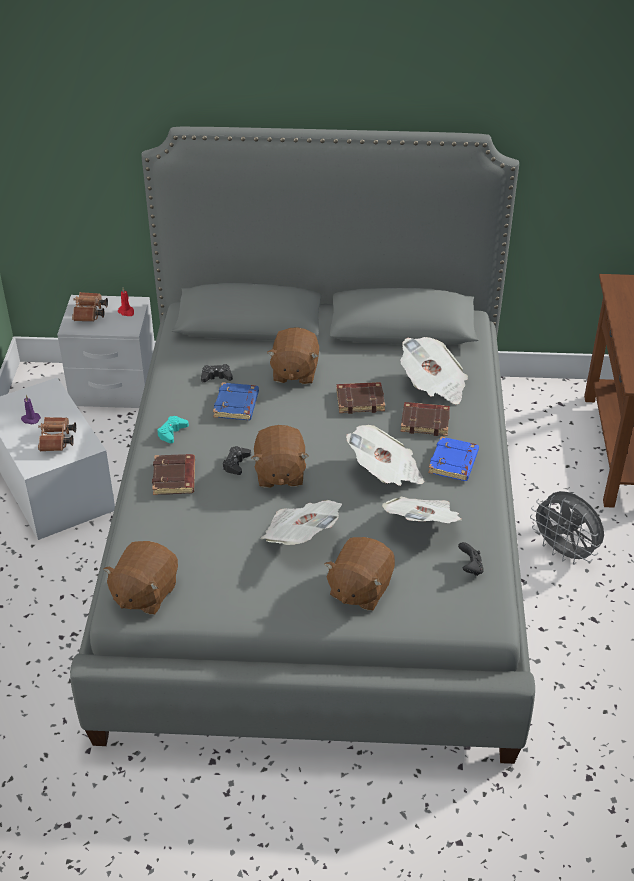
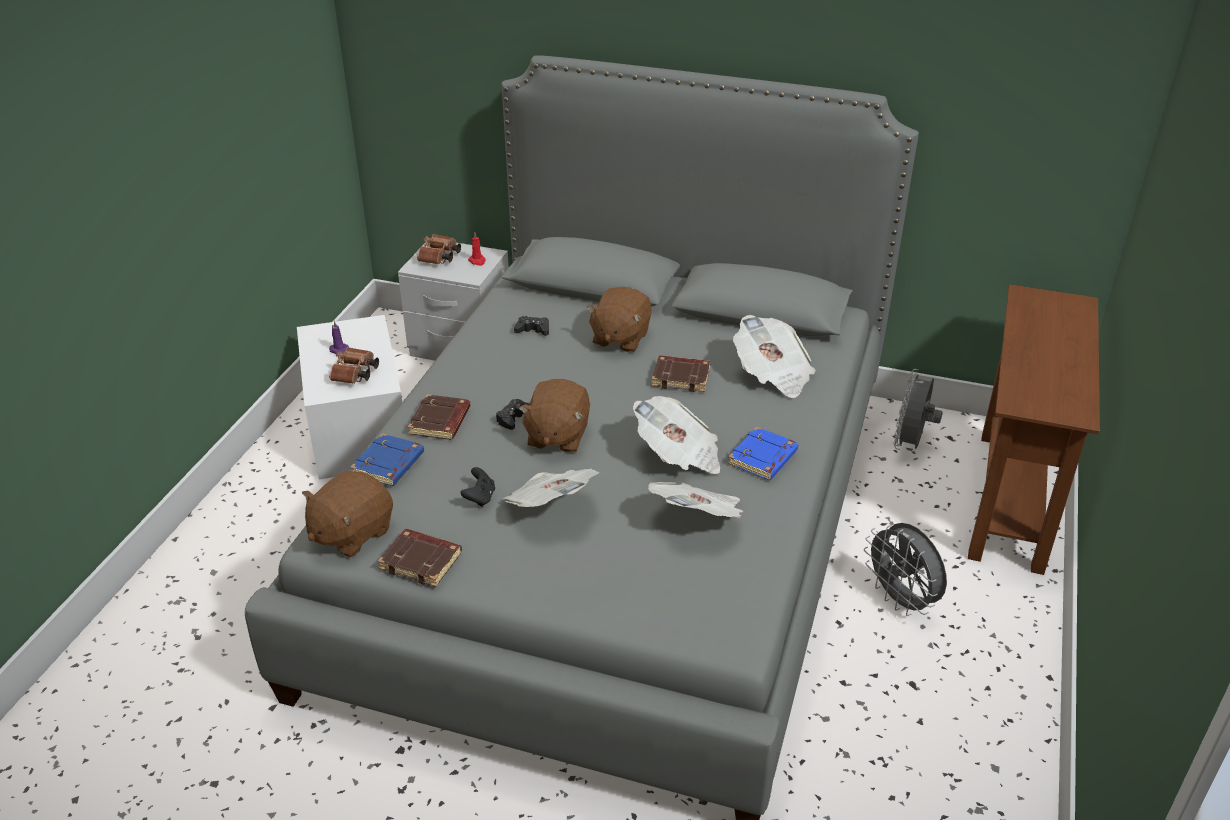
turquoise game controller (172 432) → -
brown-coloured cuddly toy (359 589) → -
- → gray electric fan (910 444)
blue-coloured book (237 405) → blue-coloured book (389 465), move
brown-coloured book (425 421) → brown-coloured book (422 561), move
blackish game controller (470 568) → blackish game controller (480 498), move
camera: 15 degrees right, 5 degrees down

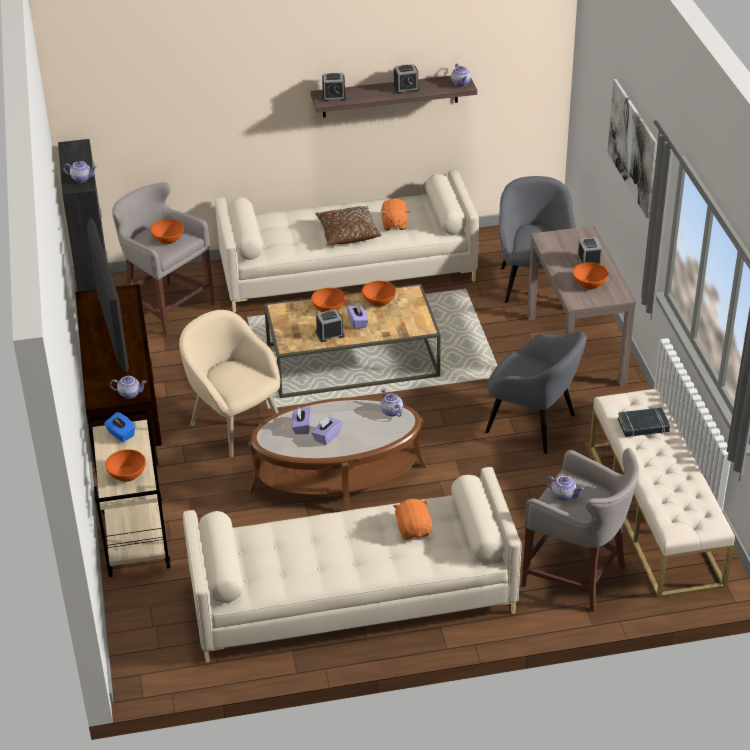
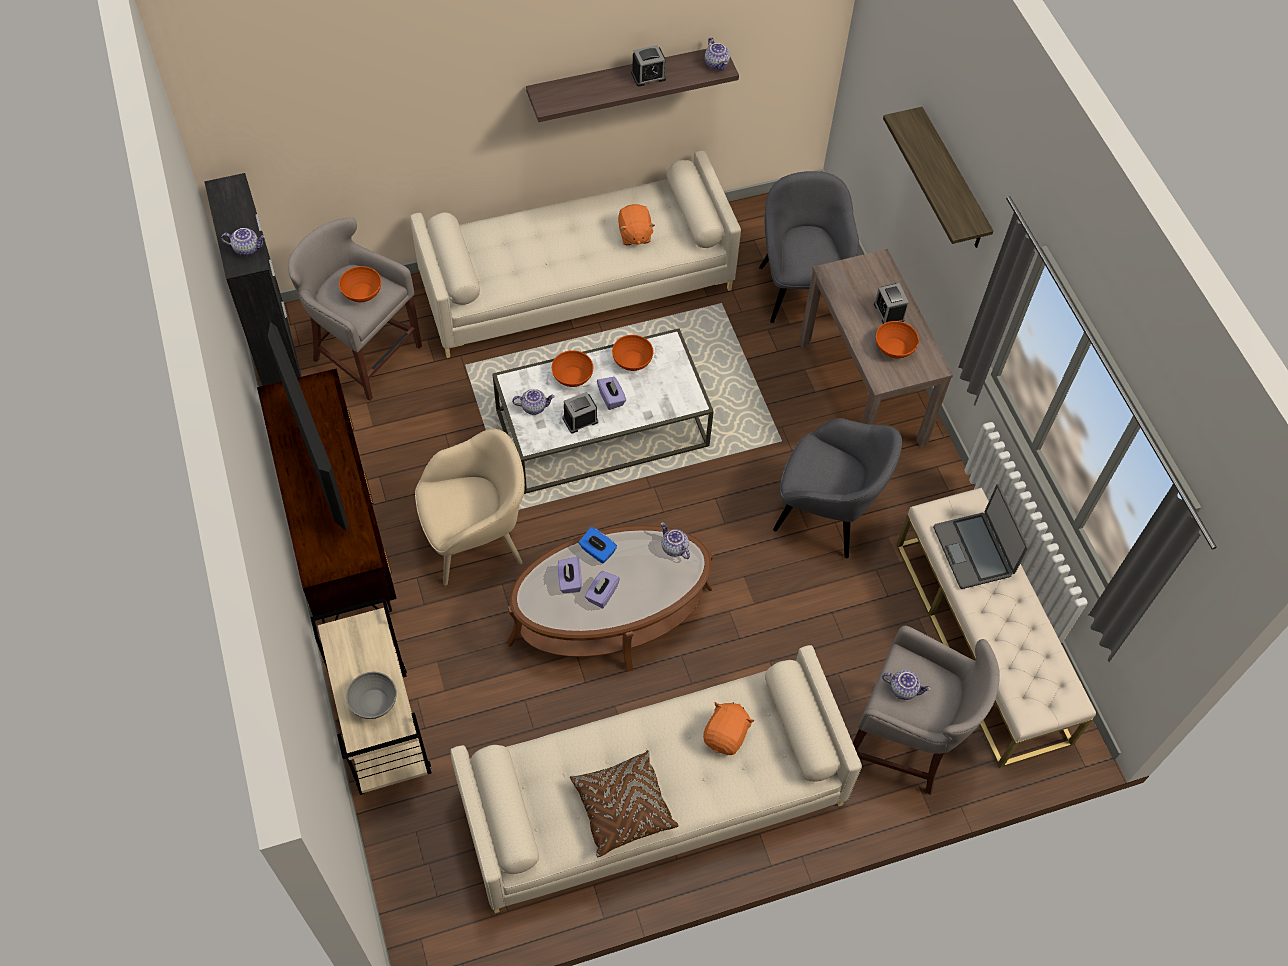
bedside clock (334 96) → -
blue-coloured tissue box (120 434) → blue-coloured tissue box (597 551), move
tea pot (130 393) → tea pot (534 406), move
brown-coloured pillow (348 233) → brown-coloured pillow (622 807), move
wall art (632 147) → wall shelf (952 181)
blackish book (643 426) → portable computer (973 551)
orange-coloured serving bowl (127 474) → gray serving bowl (374 702)
brown-coloured lounge table (352 360) → white-coloured lounge table (602 427)
sand-coloured armchair (235 424) → sand-coloured armchair (476 539), 120 degrees clockwise
orange-coloured cuddly toy (414 530) → orange-coloured cuddly toy (726 735), 45 degrees clockwise
camera: 10 degrees left, 20 degrees up

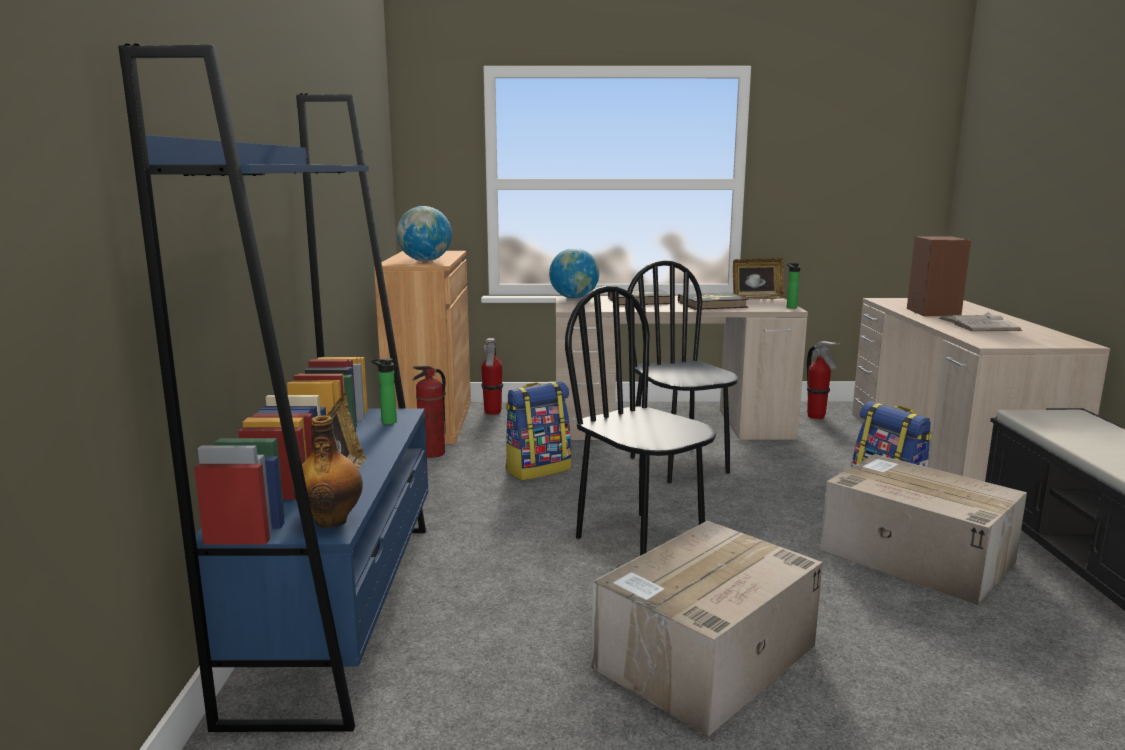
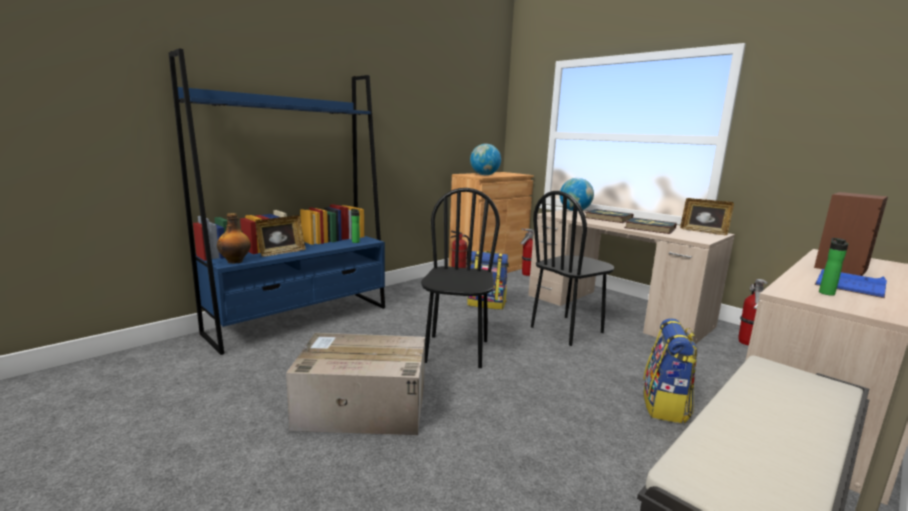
carton (913 555) → -
drink bottle (790 307) → drink bottle (826 292), move
white-coloured book (978 324) → blue-coloured book (850 284)
blackish chair (679 465) → blackish chair (567 330), 150 degrees counterclockwise
camera: 45 degrees right, 0 degrees up

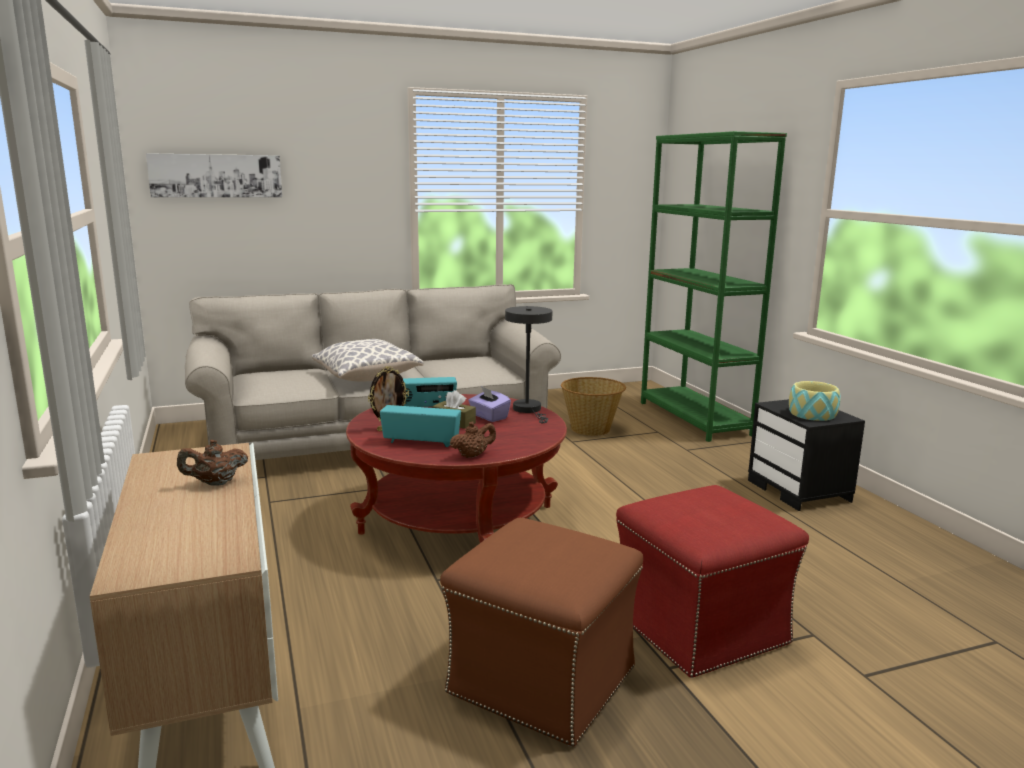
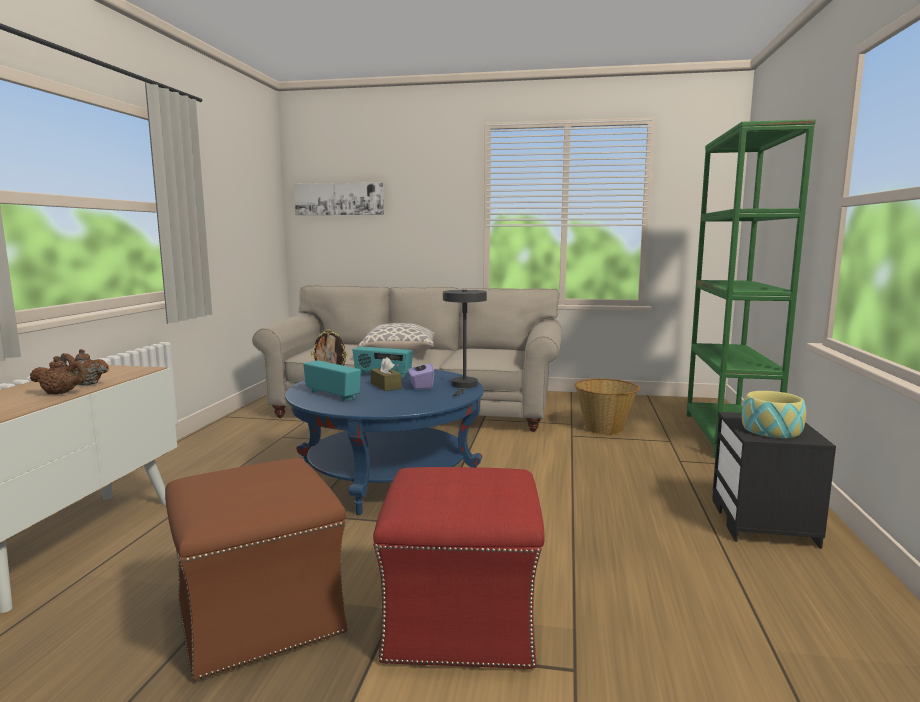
brown-coloured tea pot (472 455) → brown-coloured tea pot (61 393), move
reddish lounge table (458 519) → blue-coloured lounge table (388 475)
camera: 30 degrees right, 5 degrees down

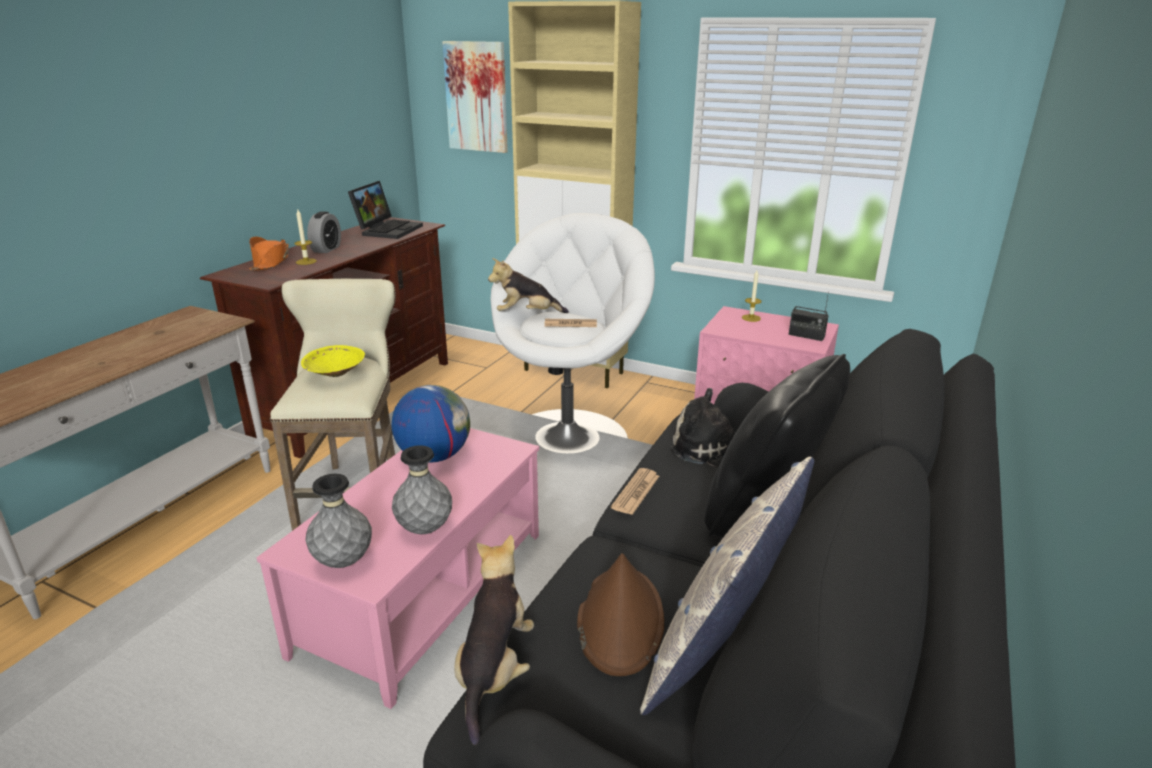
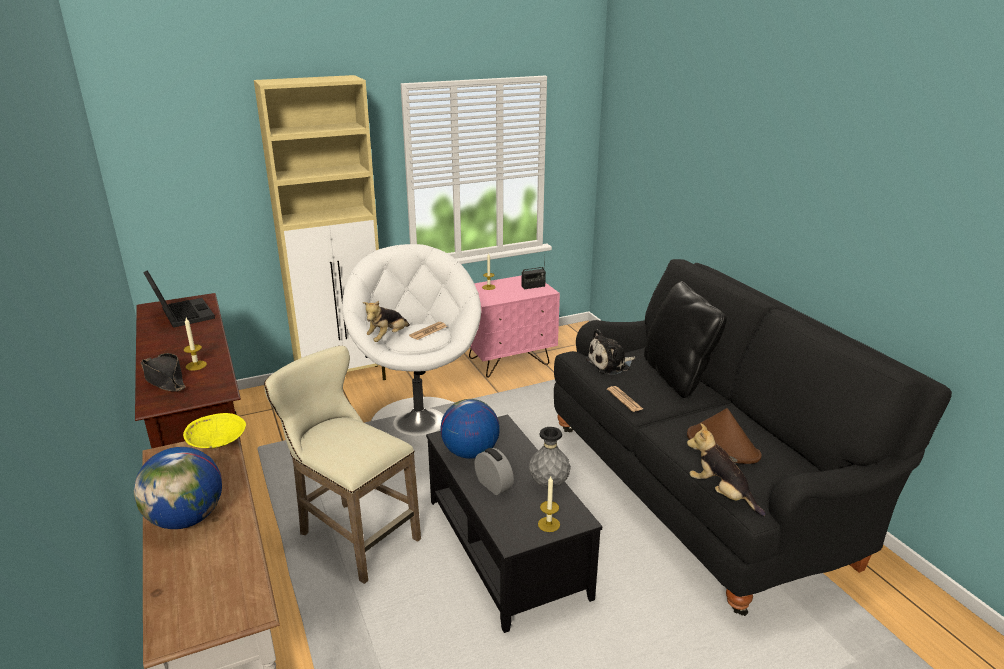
wall art (477 97) → -
pillow (718 657) → -
- → desk globe (187 519)
yellowish serving bowl (335 374) → yellowish serving bowl (218 444), move
bedside clock (326 249) → bedside clock (493 485), move
gray decorative vase (343 561) → wax candle (549 524)
orange-coloured clothing hat (270 262) → blackish clothing hat (164 379)
pink-coloured lounge table (426 593) → blackish lounge table (507 547)
camera: 50 degrees left, 0 degrees up

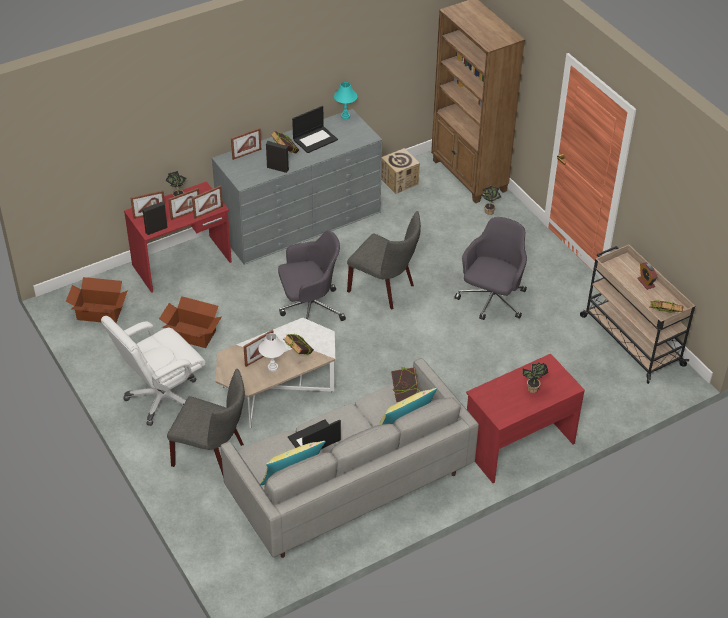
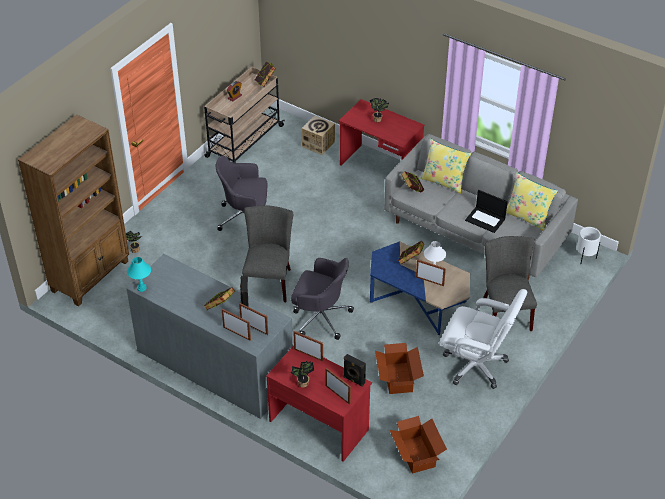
portable computer (315 139) → -
- → white-coloured plant pot (585 258)
standing frame (185 214) → standing frame (254 328), move
carton (399 181) → carton (318 144), move
white-coloured lounge table (278 389) → blue-coloured lounge table (418 302)
gray office chair (309 308) → gray office chair (320 317), 150 degrees clockwise
camera: 115 degrees left, 0 degrees up

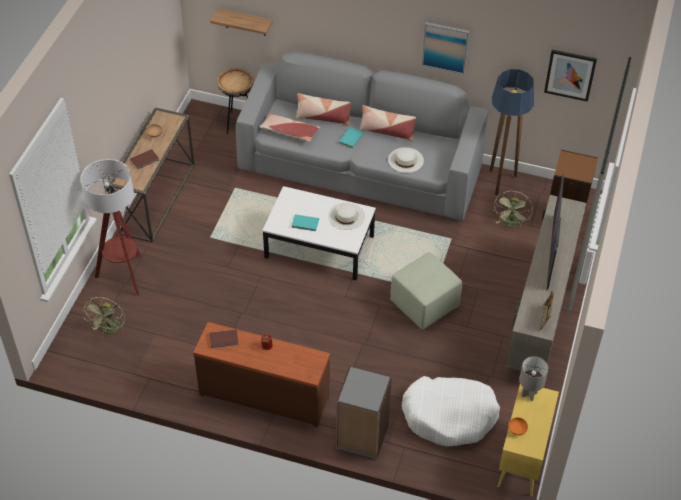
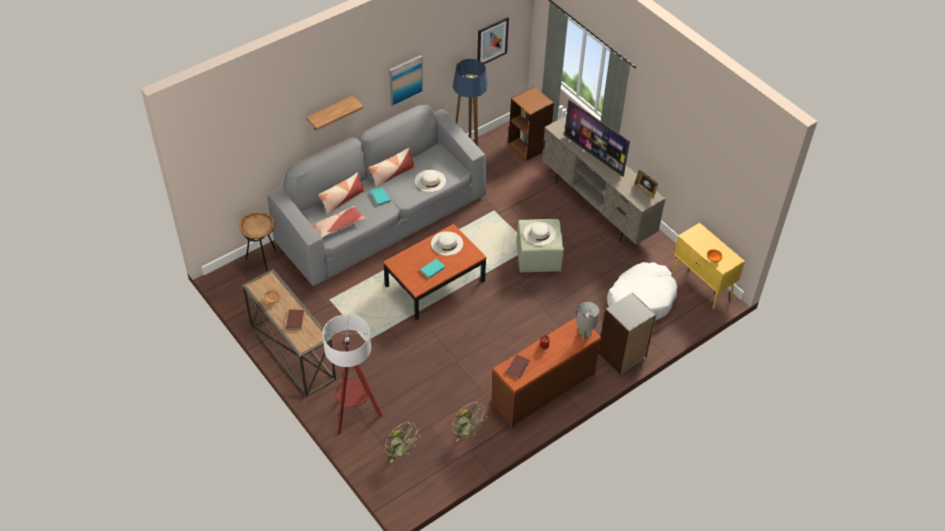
- → white-coloured clothing hat (539 233)
wall shelf (245 22) → wall shelf (330 113), move
green electric fan (511 224) → green electric fan (467 432), move
gray tabletop lamp (528 394) → gray tabletop lamp (584 334), move
white-coloured lounge table (319 246) → brown-coloured lounge table (435 283)
camera: 55 degrees left, 0 degrees up

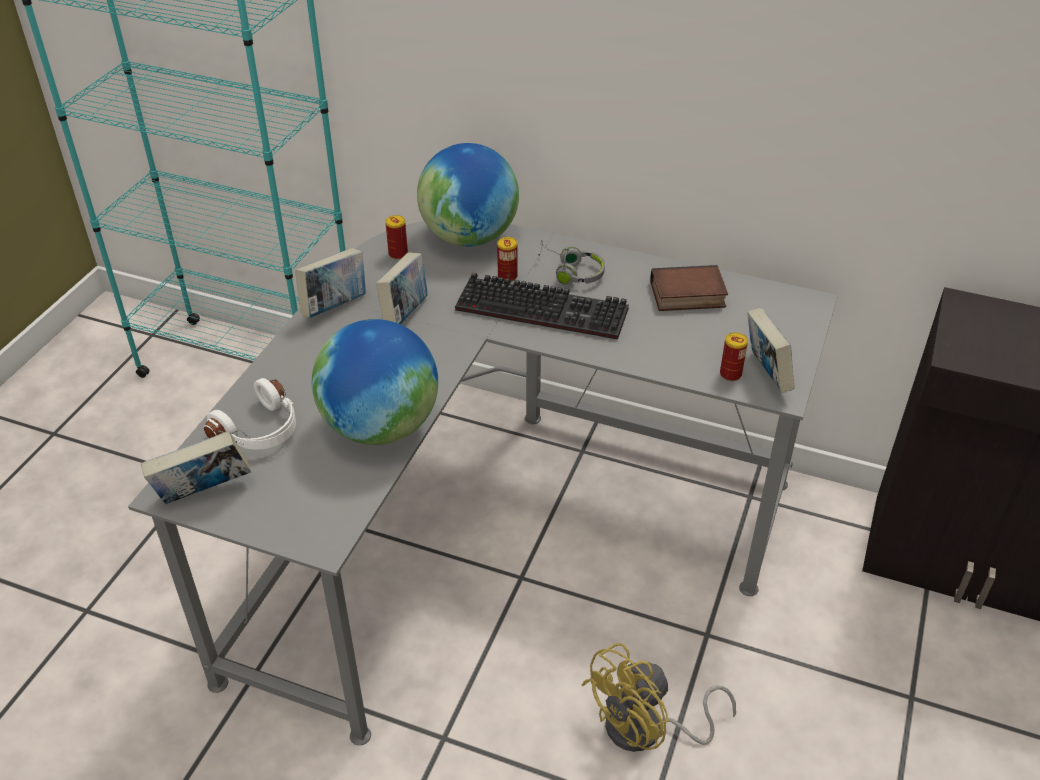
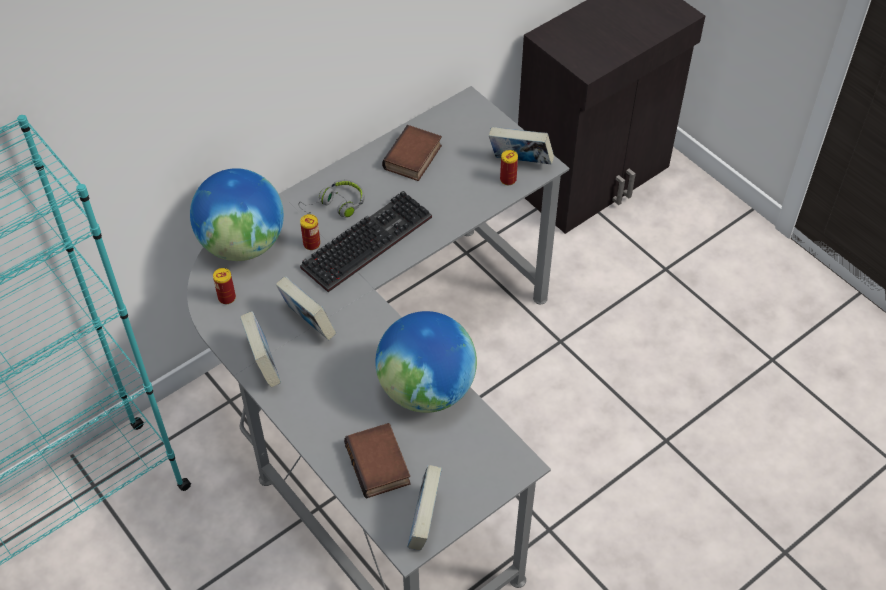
yellowish electric fan (647 730) → -
white-coloured pair of headphones (261 431) → book (380 464)
camera: 60 degrees left, 10 degrees up

